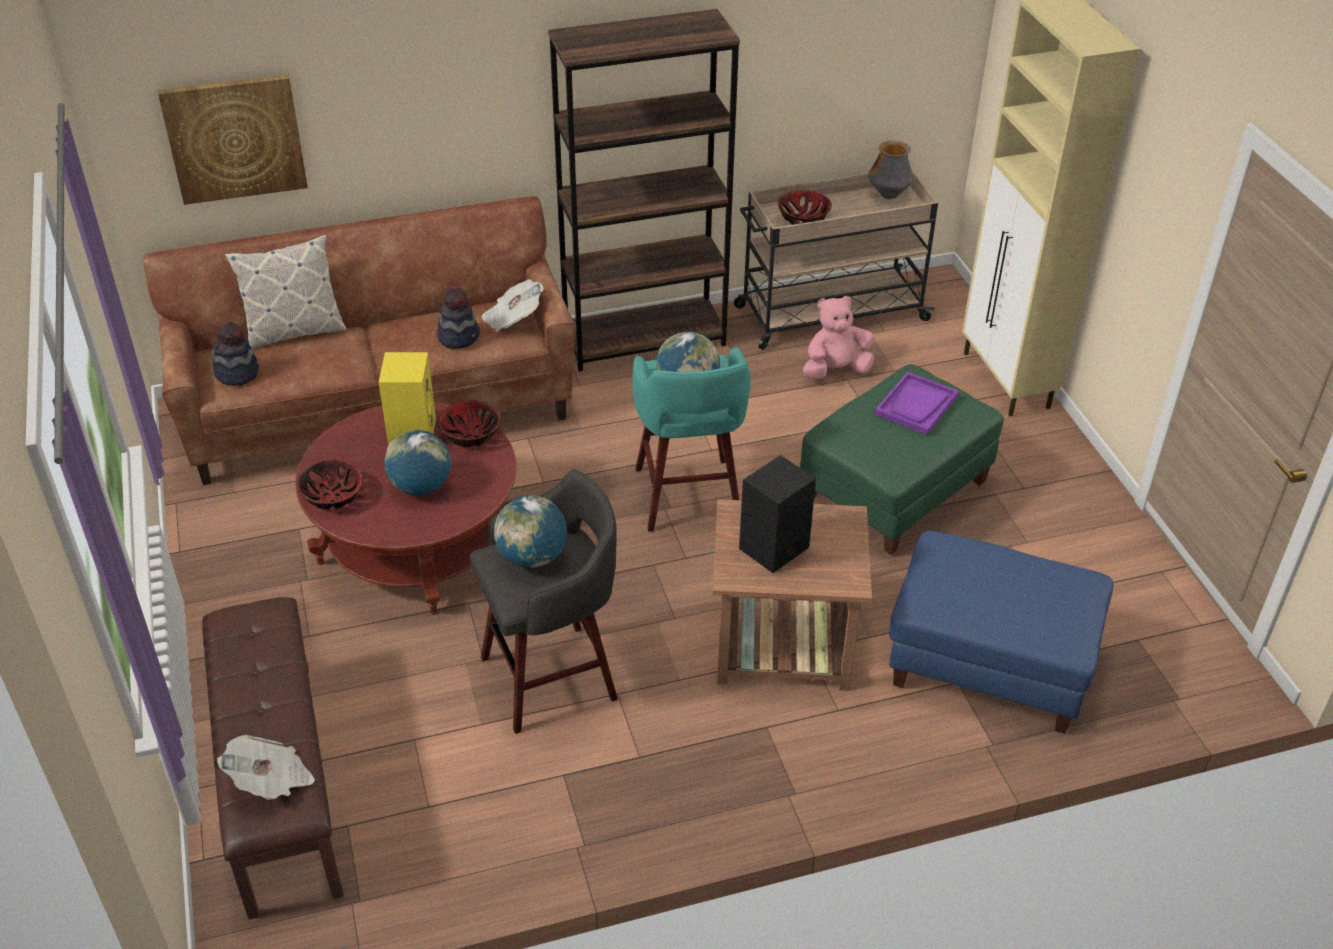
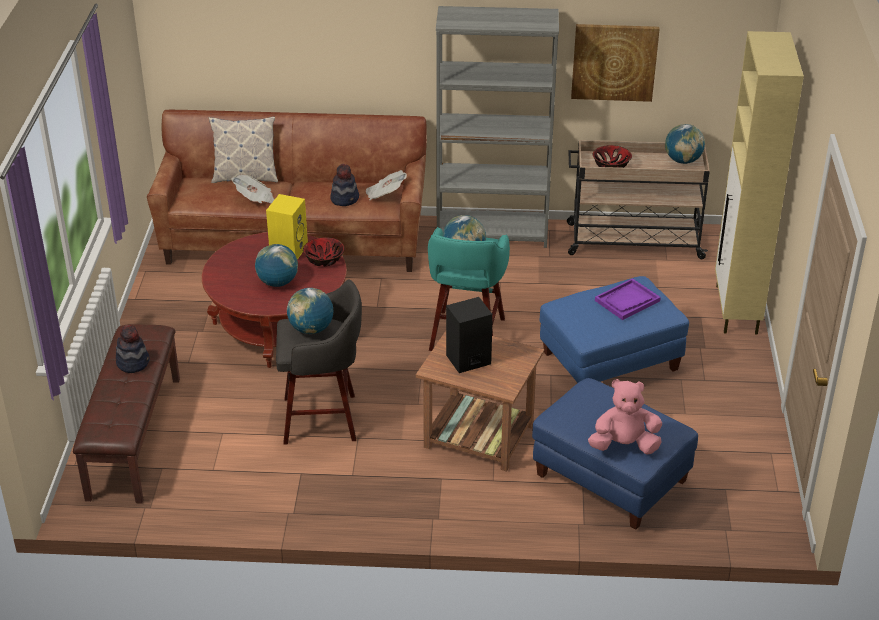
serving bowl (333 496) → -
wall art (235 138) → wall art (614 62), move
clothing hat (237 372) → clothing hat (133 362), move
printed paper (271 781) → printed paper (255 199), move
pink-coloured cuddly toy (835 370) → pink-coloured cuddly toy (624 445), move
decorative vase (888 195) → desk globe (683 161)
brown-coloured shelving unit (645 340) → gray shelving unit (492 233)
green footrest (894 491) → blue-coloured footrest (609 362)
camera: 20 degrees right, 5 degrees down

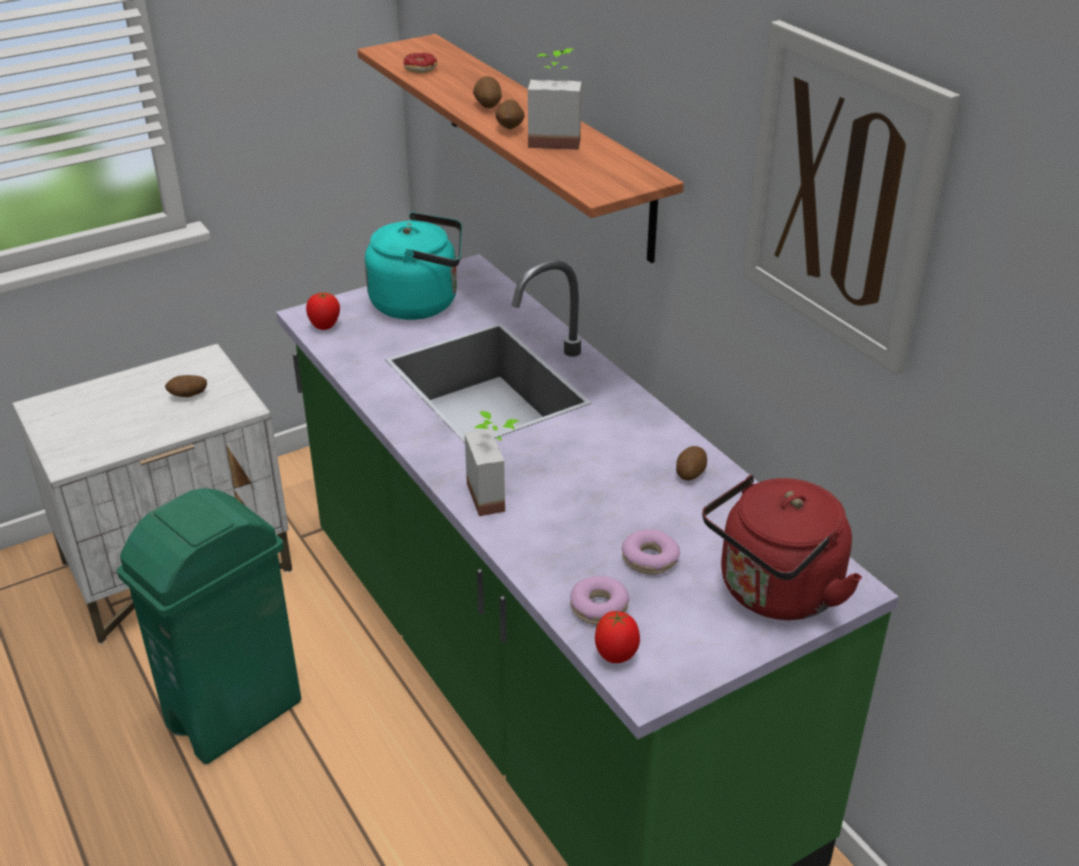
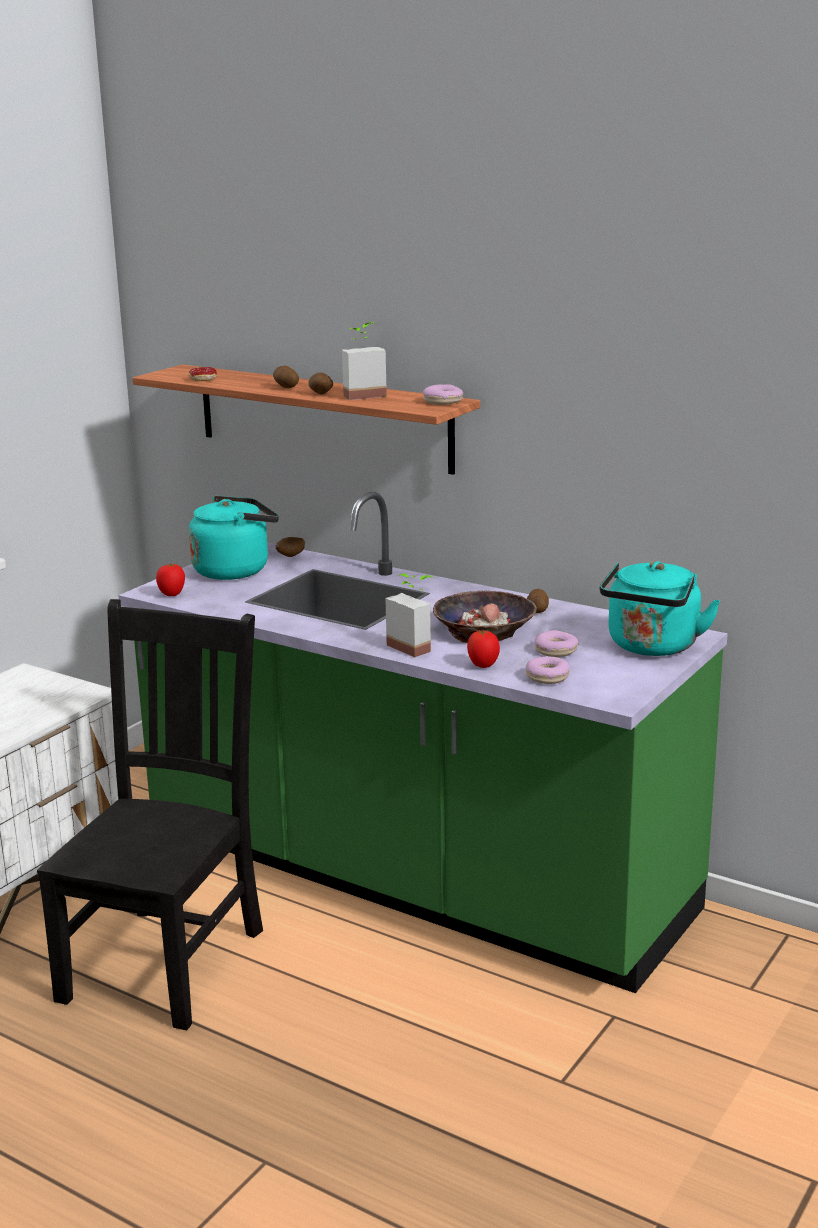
wall art (841 196) → -
- → doughnut (443 402)
- → serving bowl (484 629)
whole potato (188 396) → whole potato (291 556), move
tomato (616 656) → tomato (483 666), move
green waste bin (237 714) → blackish chair (167 960)
reddish water kettle (774 593) → turquoise water kettle (652 647)
camera: 25 degrees left, 15 degrees down

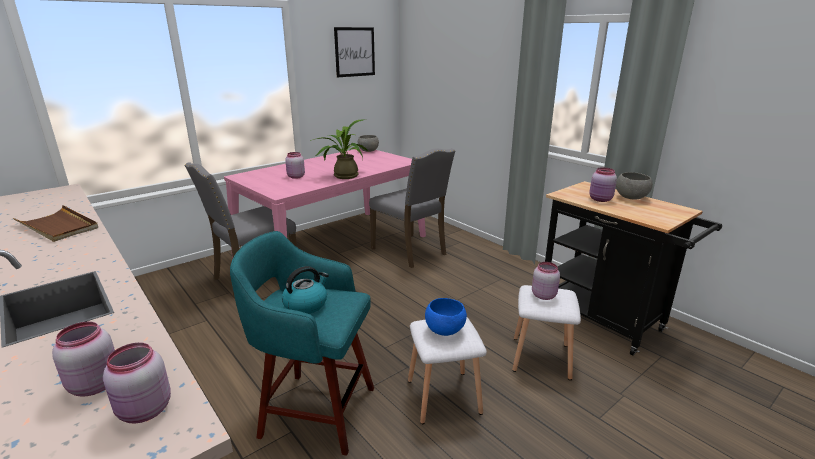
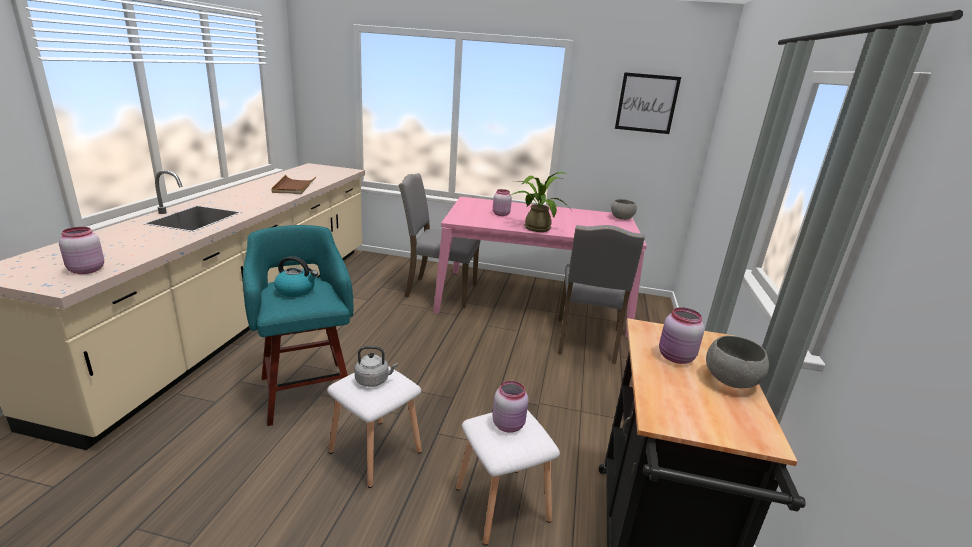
pink-coloured preserve jar (93 385) → -
blue-coloured serving bowl (445 330) → gray water kettle (374 380)
camera: 50 degrees right, 0 degrees up

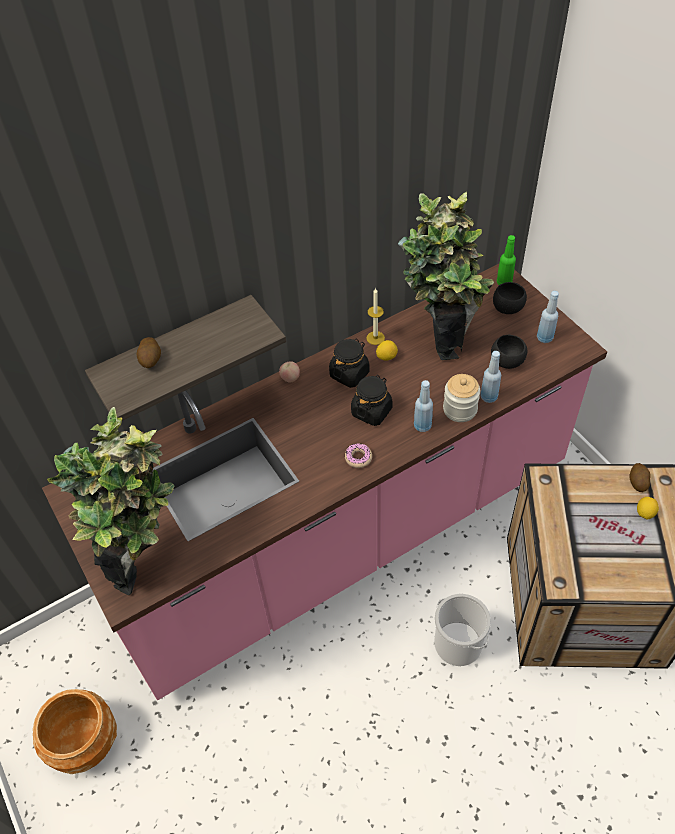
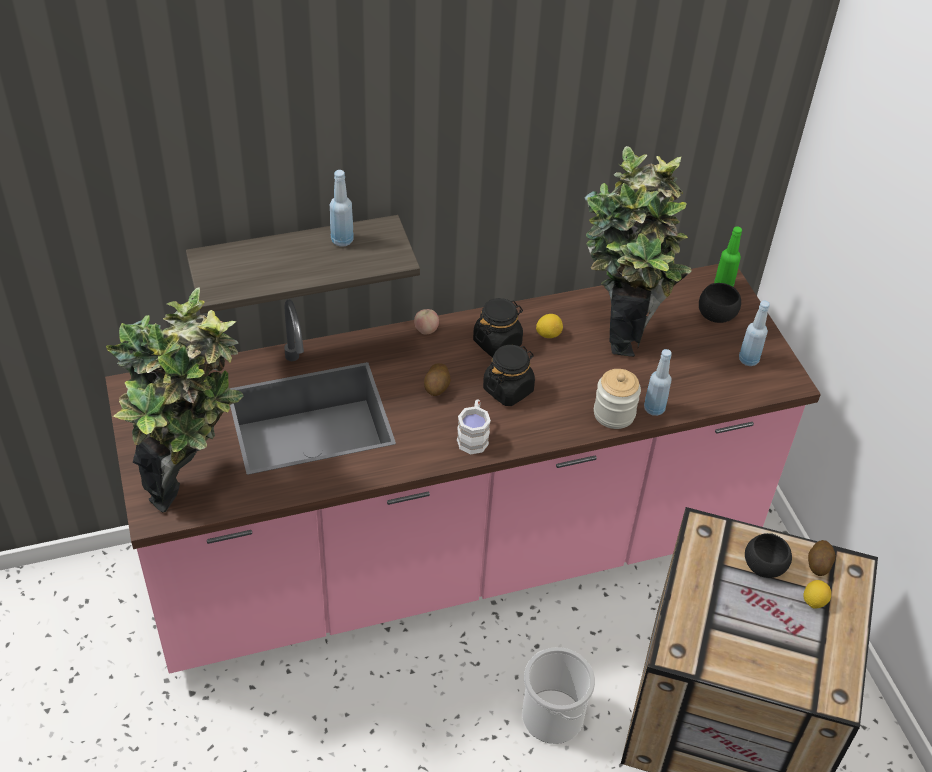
brown-coloured plant pot (86 743) → -
wax candle (375 338) → -
whole potato (151 360) → whole potato (437 388), move
blue-coloured drink bottle (422 426) → blue-coloured drink bottle (342 240), move
blackish serving bowl (507 361) → blackish serving bowl (764 567), move
doughnut (358 458) → white-coloured mug (473 436)
camera: 10 degrees right, 5 degrees down

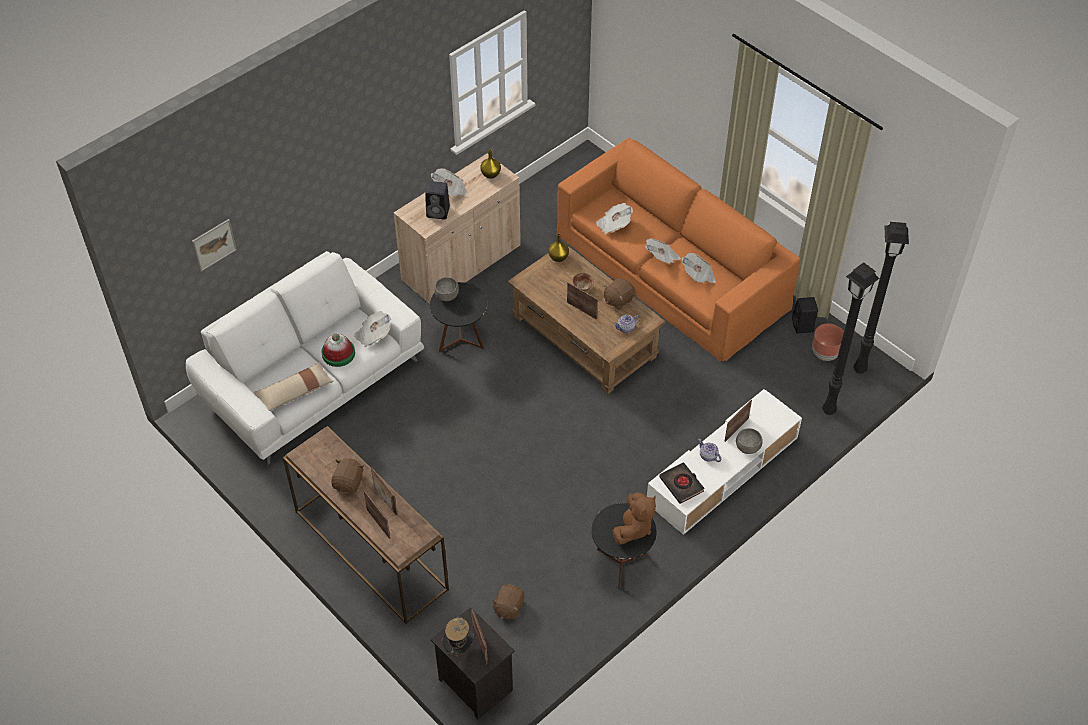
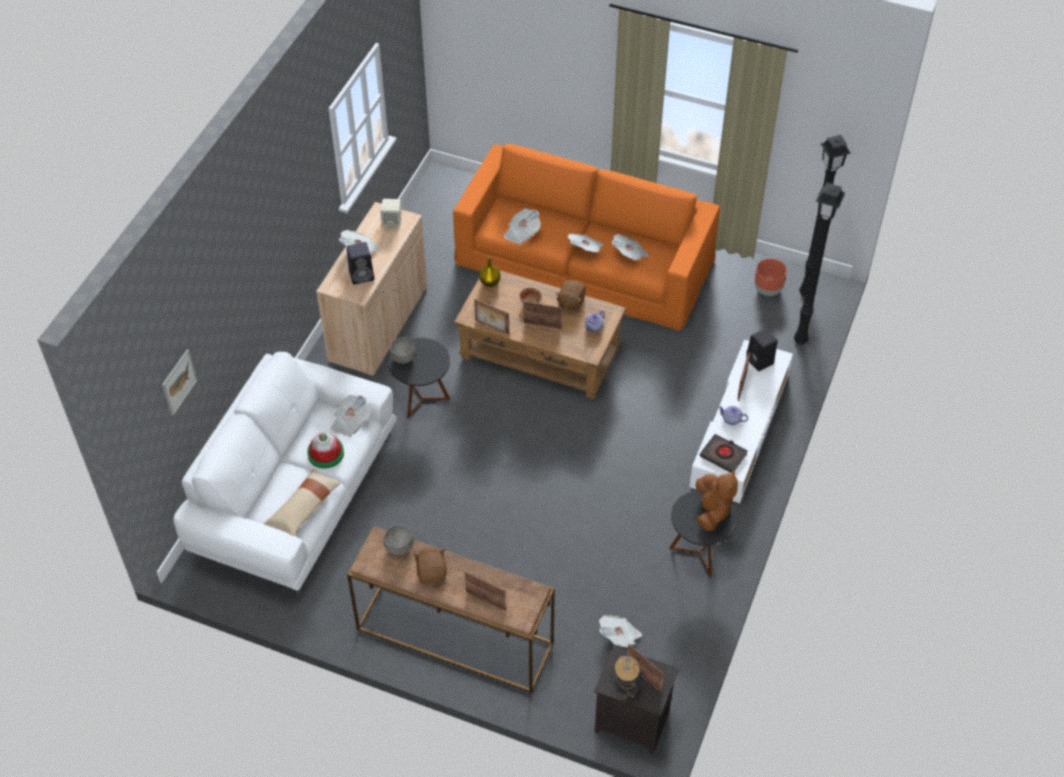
standing frame (384 500) → standing frame (491 327), move
gray serving bowl (747 447) → gray serving bowl (399 547), move
blackish speaker (803 326) → blackish speaker (760 361), move
yellowish decorative vase (491 174) → sand-coloured speaker (392 221)
brown-coloured cuddly toy (508 608) → printed paper (619 636)
camera: 25 degrees left, 0 degrees up

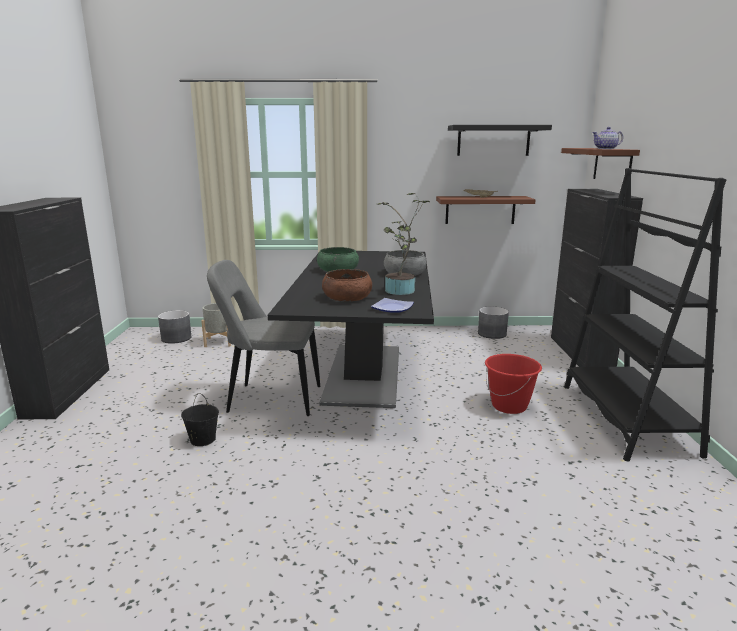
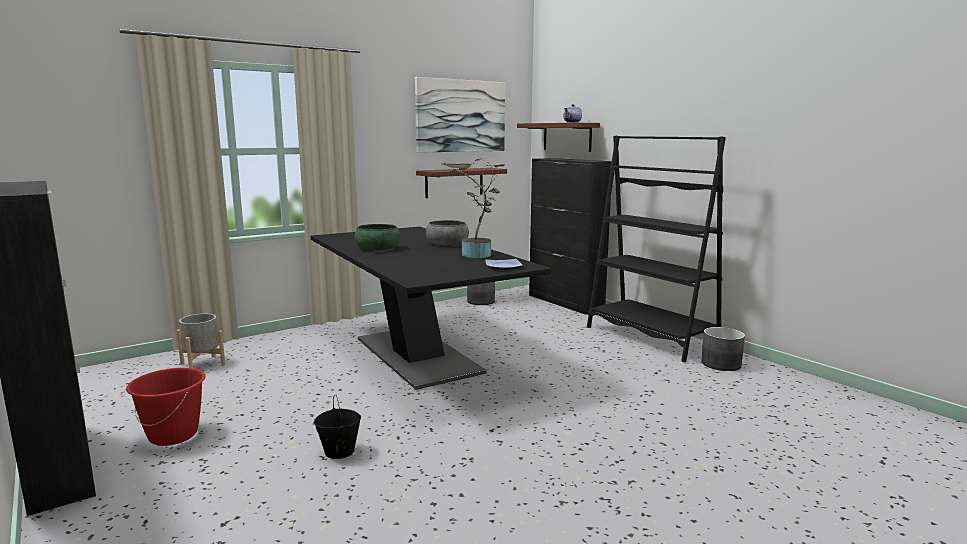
gray chair (270 399) → -
brown-coloured serving bowl (347 297) → -
gray plant pot (176 338) → gray plant pot (721 364), move
reddish water bucket (509 406) → reddish water bucket (174 435), move
blackish wall shelf (493 140) → wall art (461 116)
camera: 35 degrees left, 5 degrees down

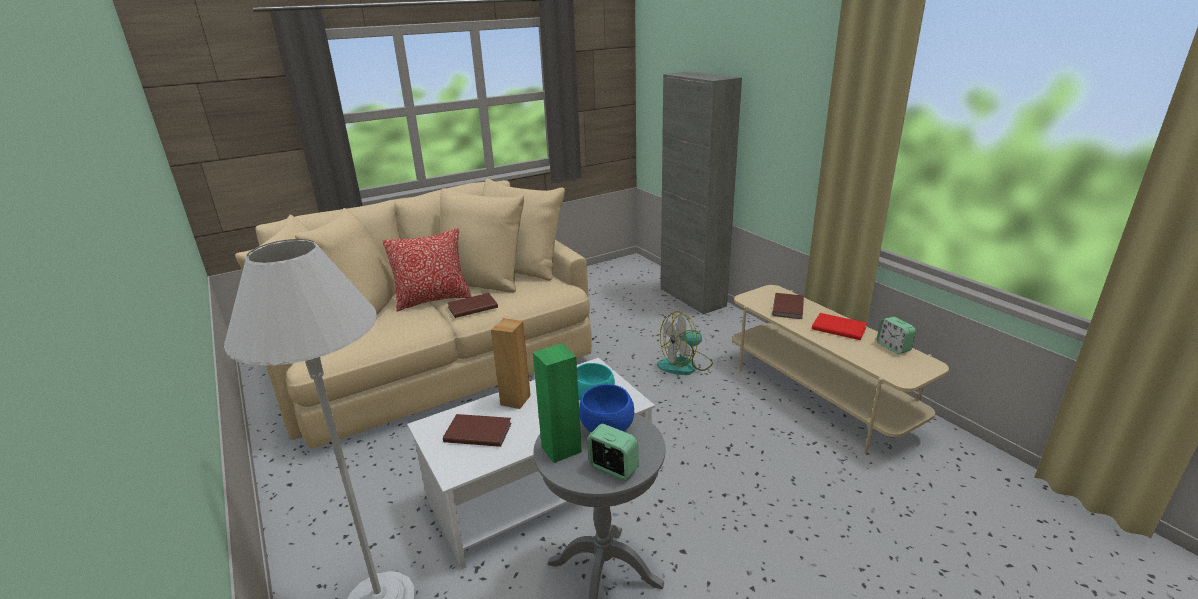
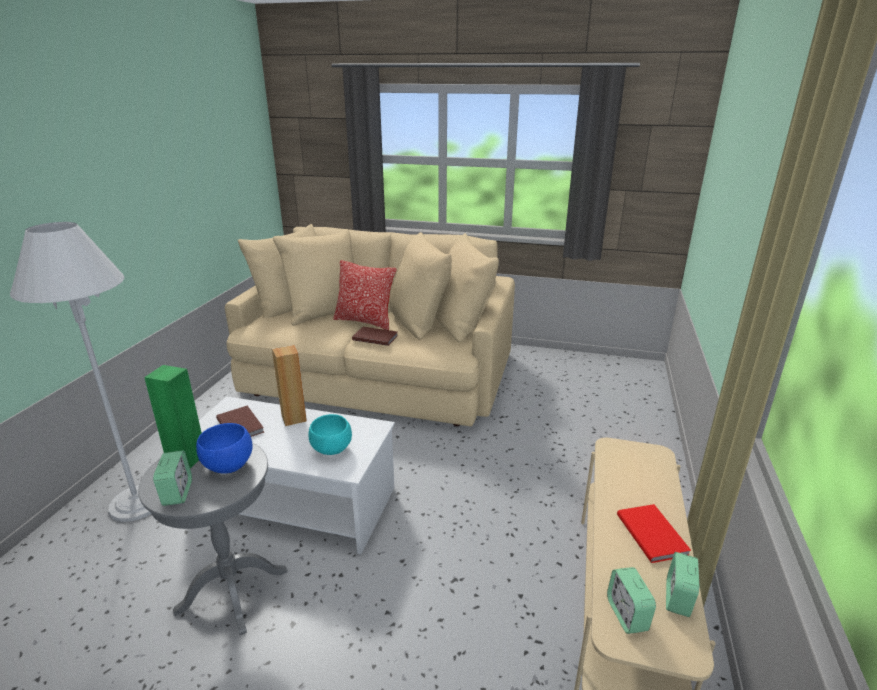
electric fan (685 365) → -
gray storage cabinet (692 297) → -
brown-coloured book (789 307) → -
- → bedside clock (627 615)
camera: 45 degrees right, 0 degrees up

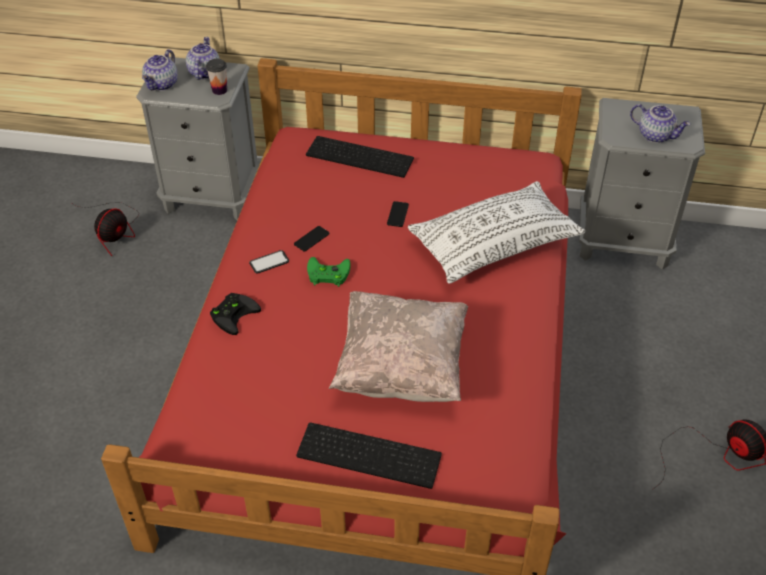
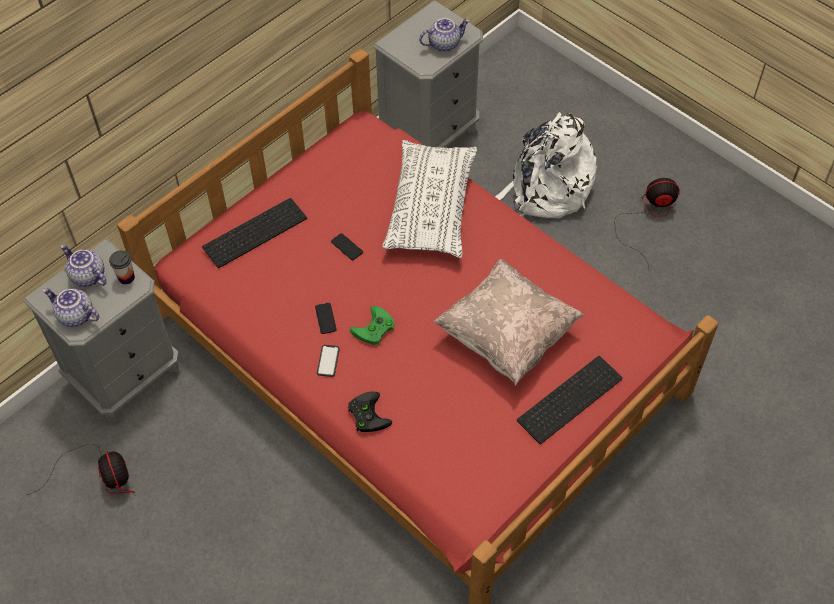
- → white-coloured backpack (544 190)
tea pot (162 85) → tea pot (75 316), 150 degrees clockwise
camera: 55 degrees left, 10 degrees up

